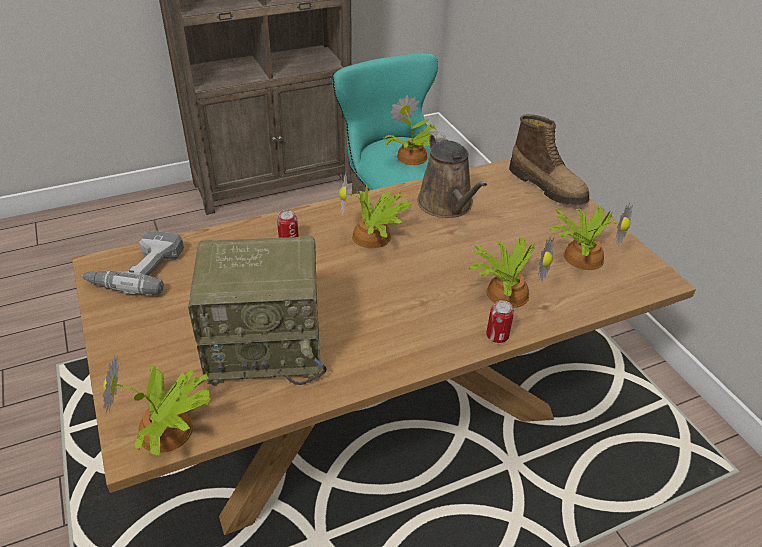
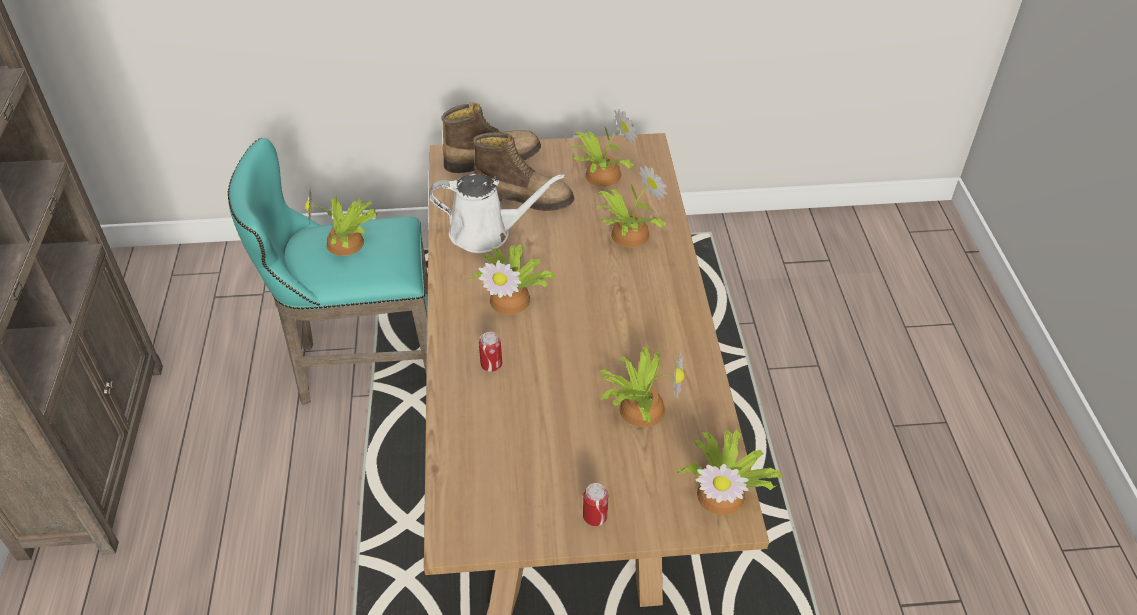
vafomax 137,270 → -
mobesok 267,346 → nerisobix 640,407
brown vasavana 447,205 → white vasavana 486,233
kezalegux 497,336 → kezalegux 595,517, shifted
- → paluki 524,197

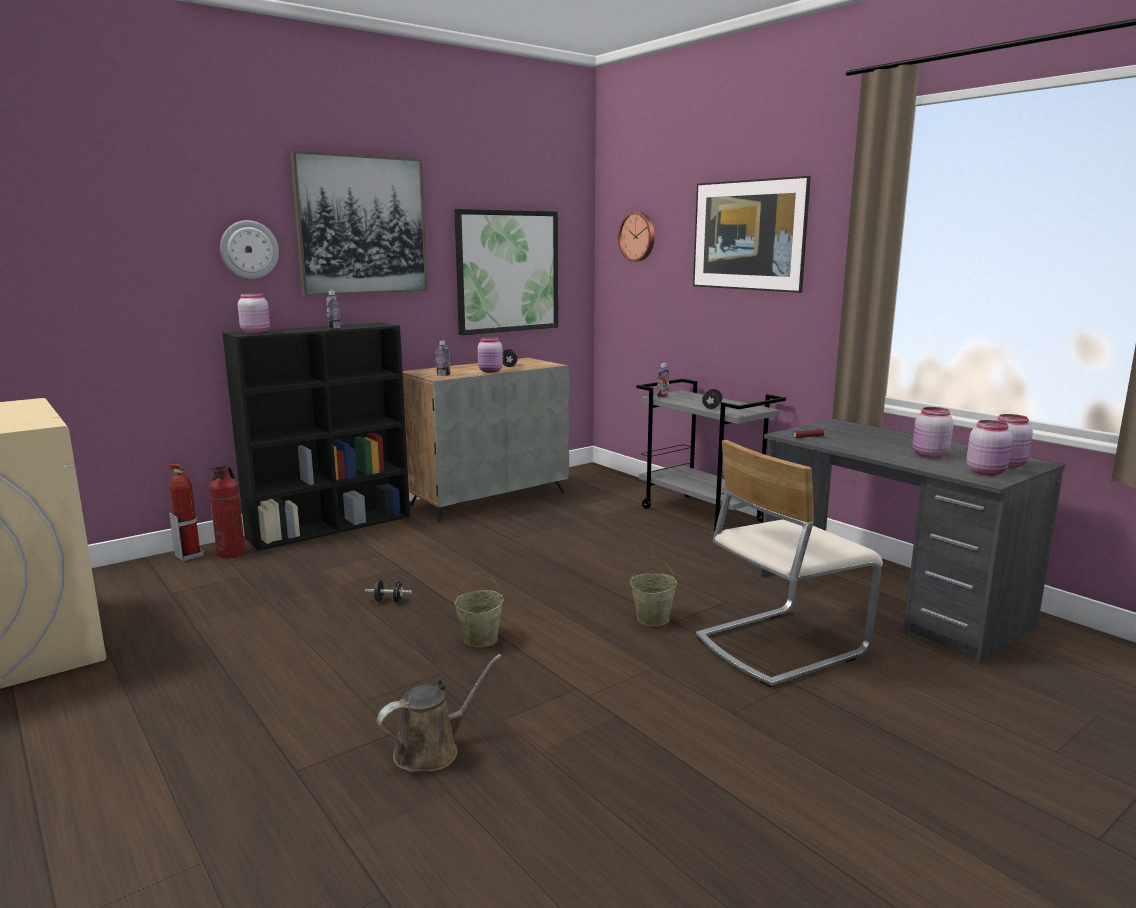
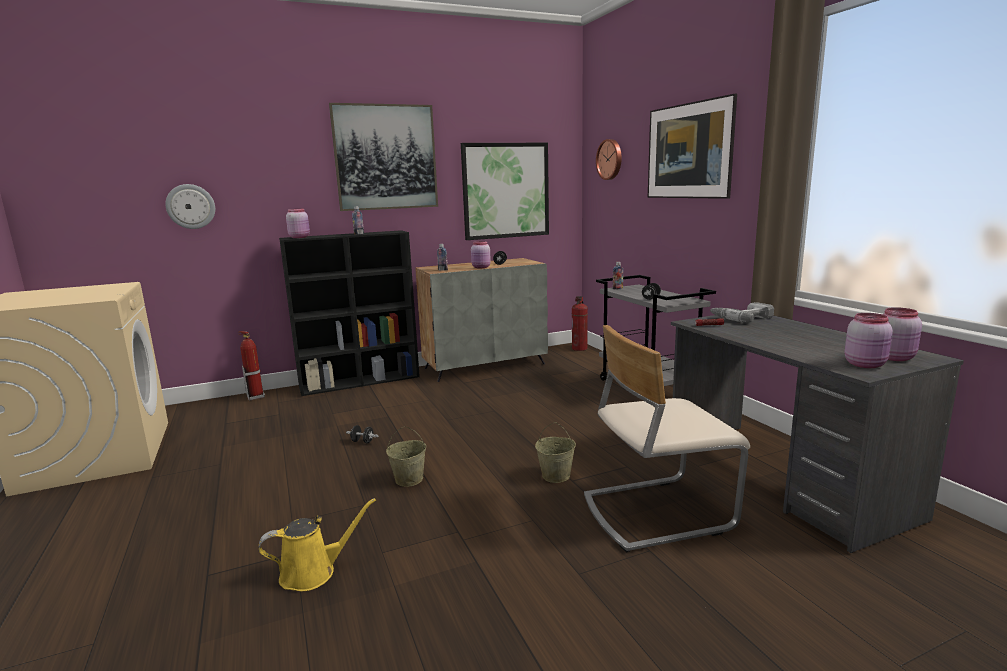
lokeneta 231,553 → lokeneta 579,349, shifted
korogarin 249,249 → korogarin 190,206, shifted
brown vasavana 432,750 → yellow vasavana 313,572
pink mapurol 929,455 → -
- → vafomax 741,318

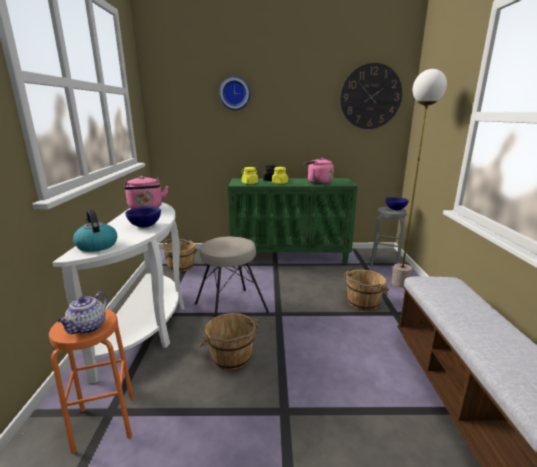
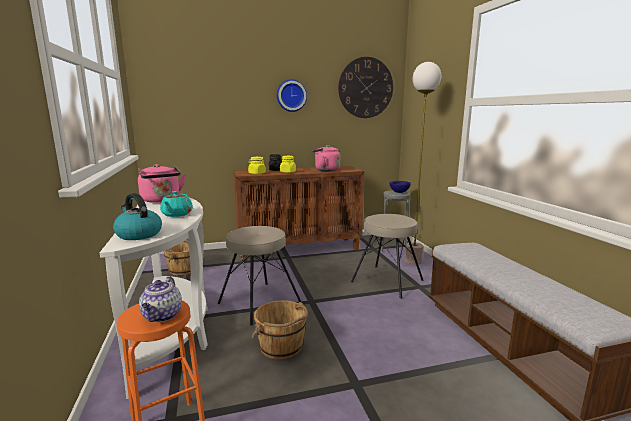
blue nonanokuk 145,226 → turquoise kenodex 176,214
korogarin 235,93 → korogarin 291,95, shifted
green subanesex 290,256 → brown subanesex 299,249
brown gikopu 362,302 → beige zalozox 387,281

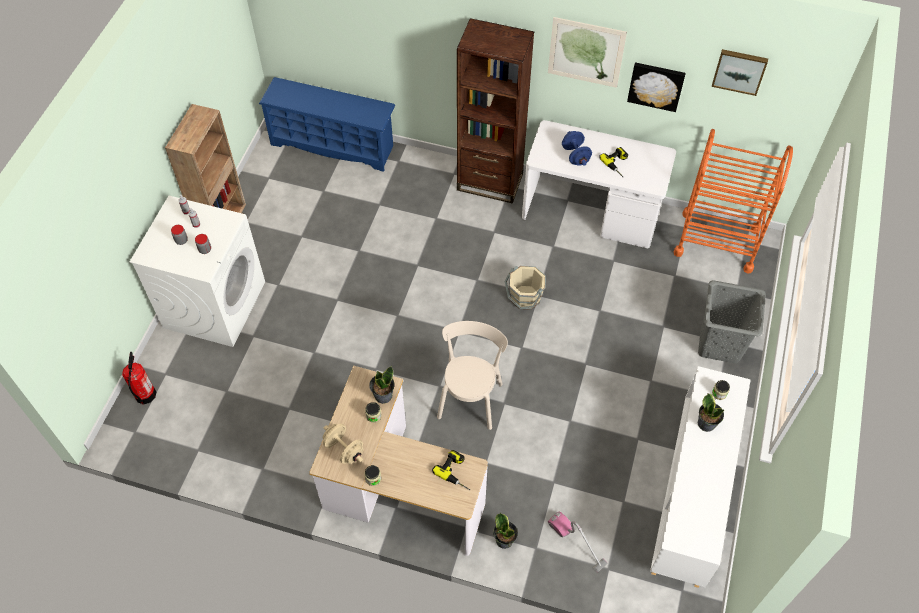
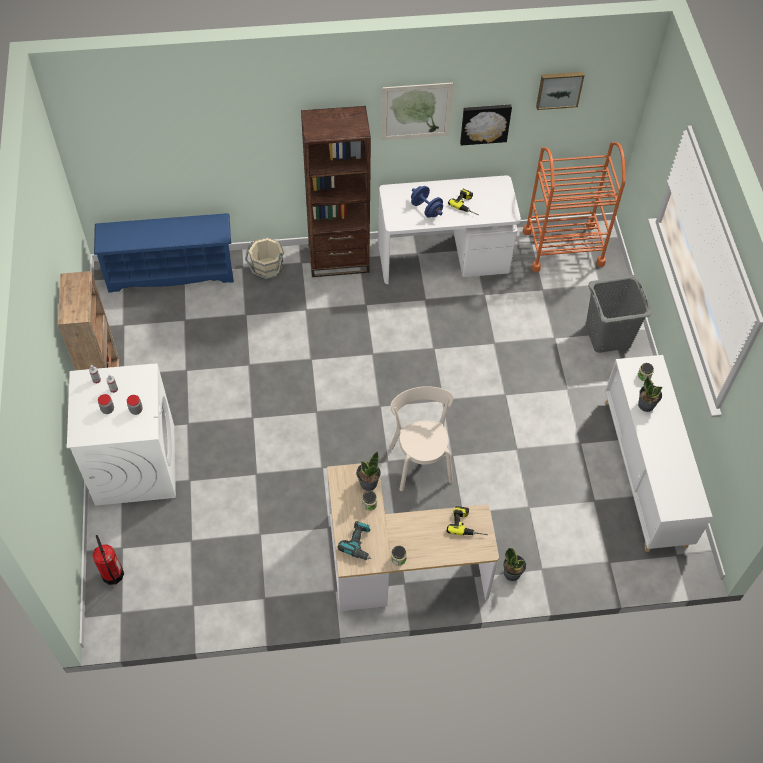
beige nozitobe 344,449 → vafomax 359,543
beige gikopu 525,297 → beige gikopu 267,269, shifted
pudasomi 577,543 → -

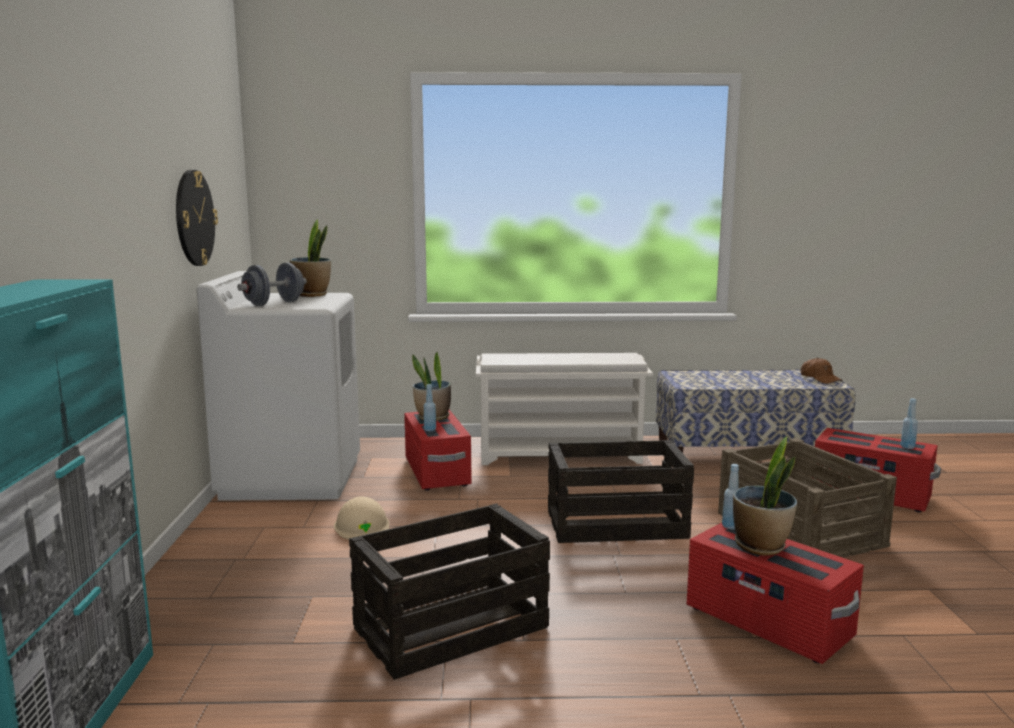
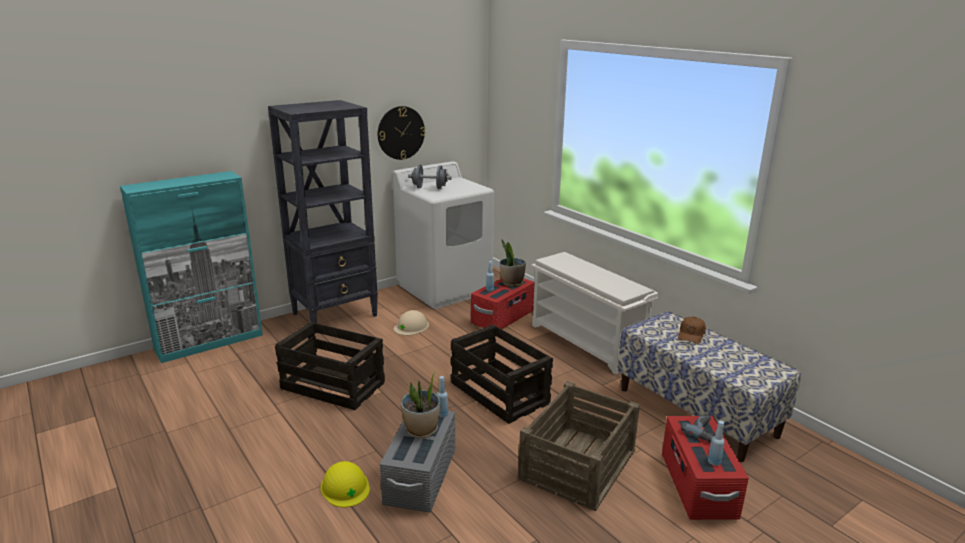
nerisobix 312,294 → -
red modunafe 768,623 → grey modunafe 420,478
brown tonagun 820,379 → brown tonagun 691,335, shifted
- → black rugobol 336,315
- → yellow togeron 345,487
- → vafomax 704,431

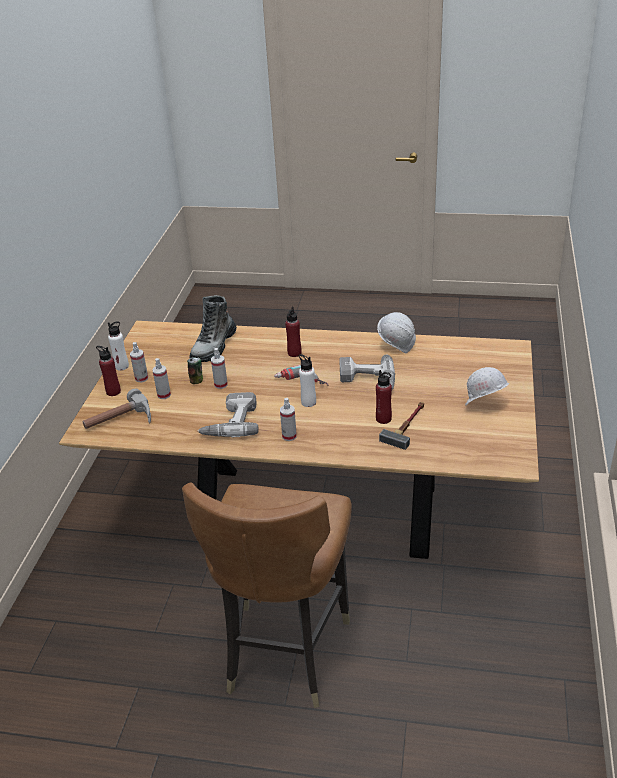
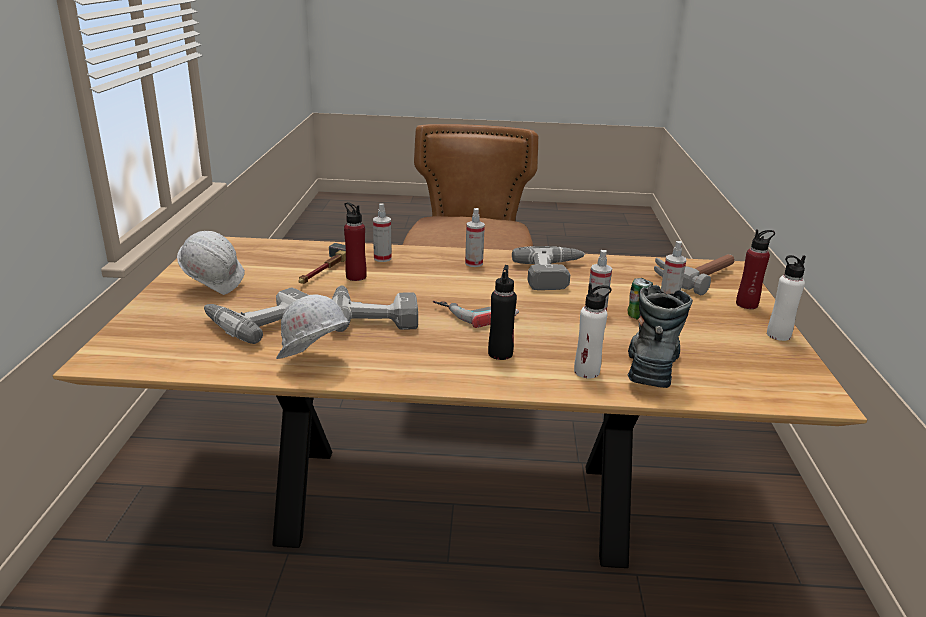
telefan 141,378 → telefan 382,258, shifted
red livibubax 294,353 → black livibubax 500,353
white livibubax 308,402 → white livibubax 587,371, shifted
- → vafomax 260,321

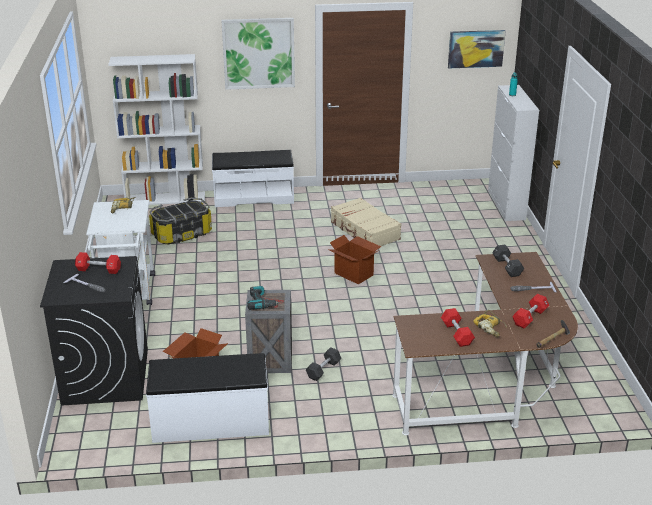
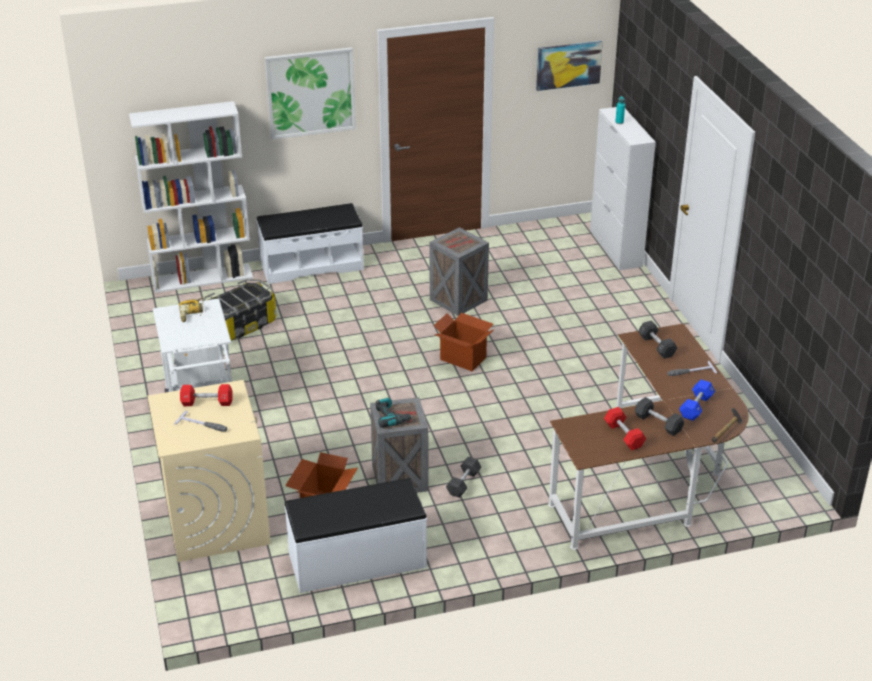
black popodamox 105,376 → beige popodamox 216,520
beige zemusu 364,231 → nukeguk 459,300
vafomax 491,327 → black nozitobe 658,423
red nozitobe 530,317 → blue nozitobe 696,407

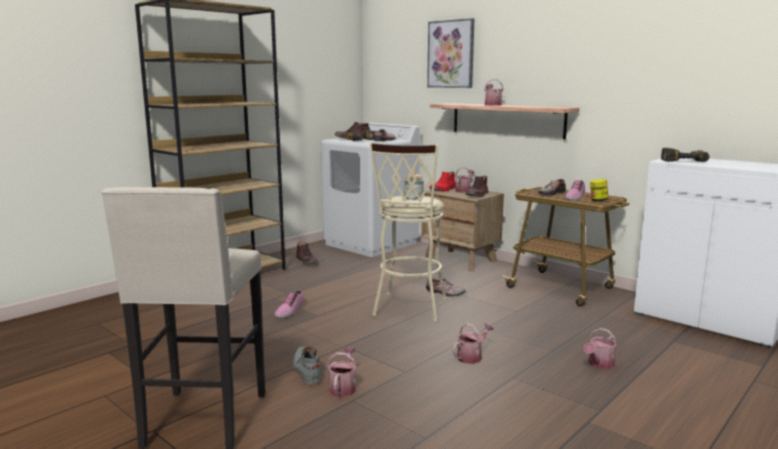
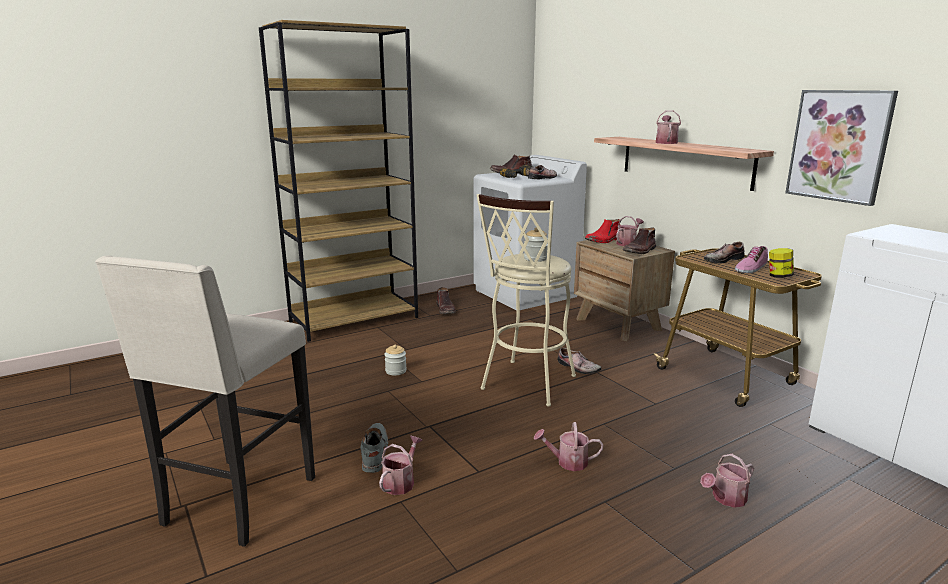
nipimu 289,310 → mapurol 396,371
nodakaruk 451,54 → nodakaruk 839,146, shifted
vasavana 472,356 → vasavana 567,462, 150 degrees counterclockwise
vafomax 682,160 → -

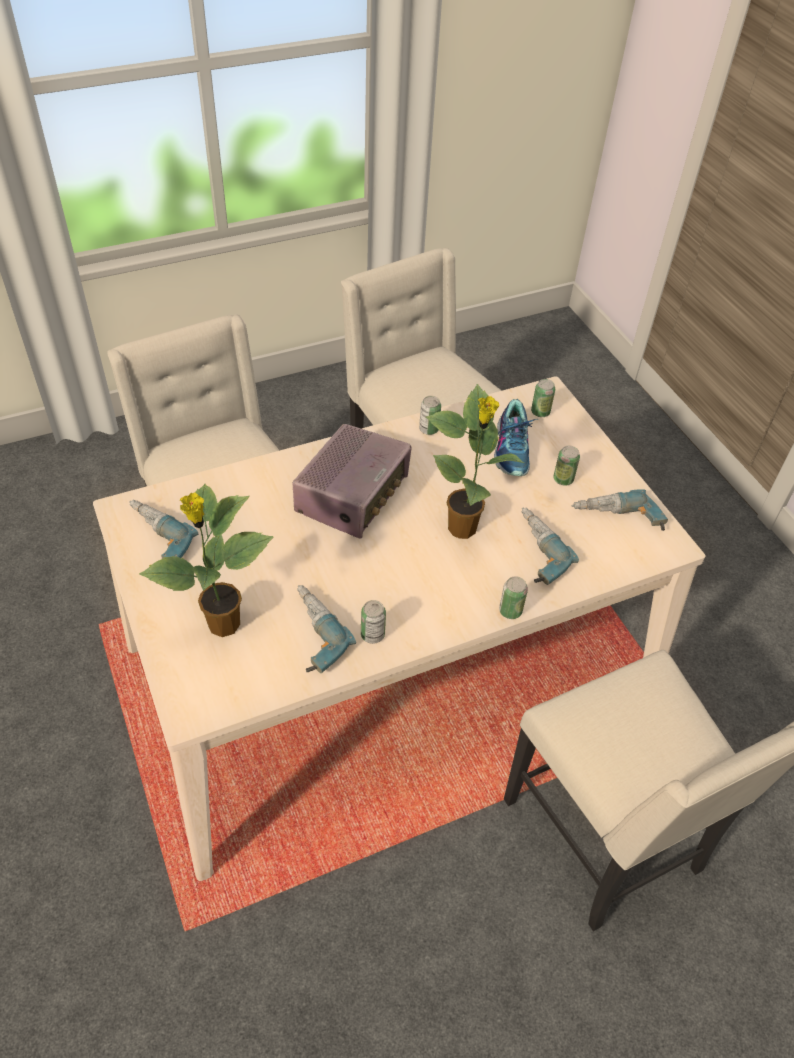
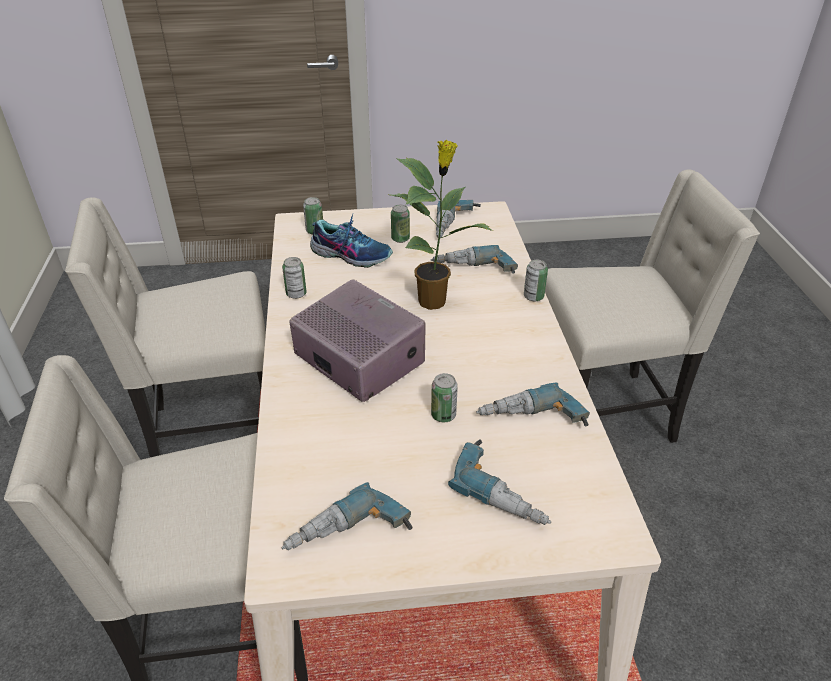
nerisobix 222,625 → vafomax 504,490
kezalegux 372,635 → kezalegux 443,415, shifted

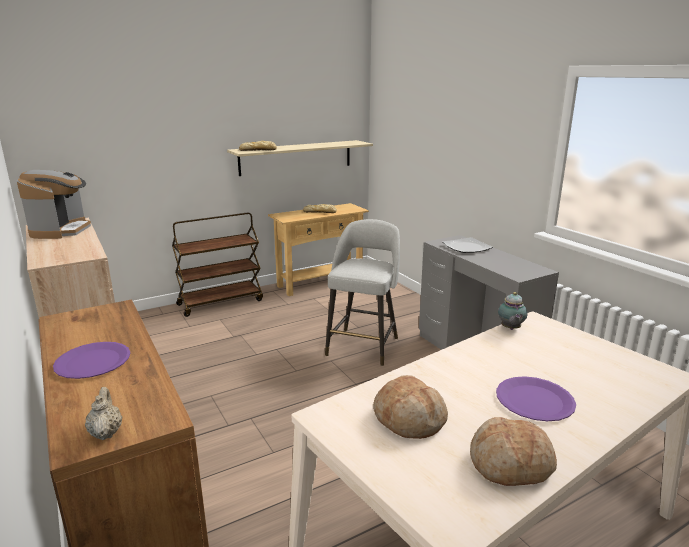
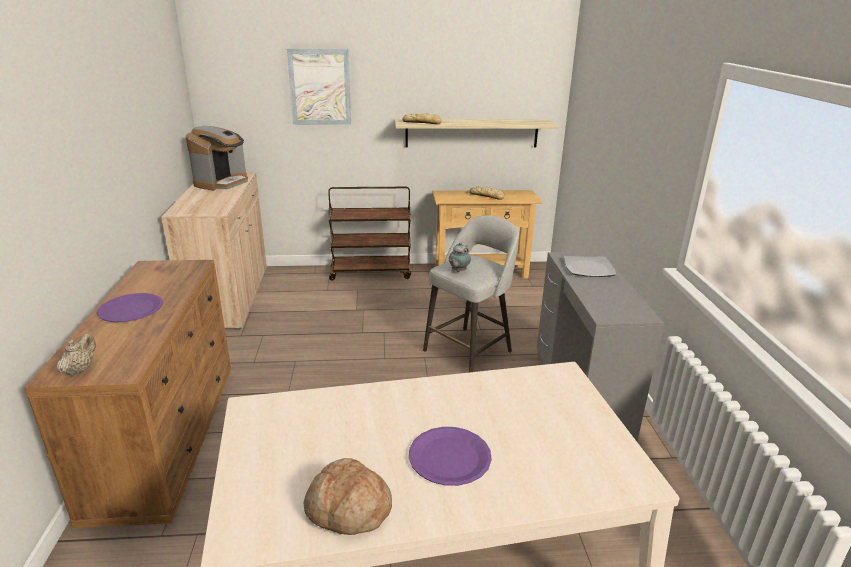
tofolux 409,419 → -
kenodex 510,329 → kenodex 458,271, shifted
- → nodakaruk 320,87

